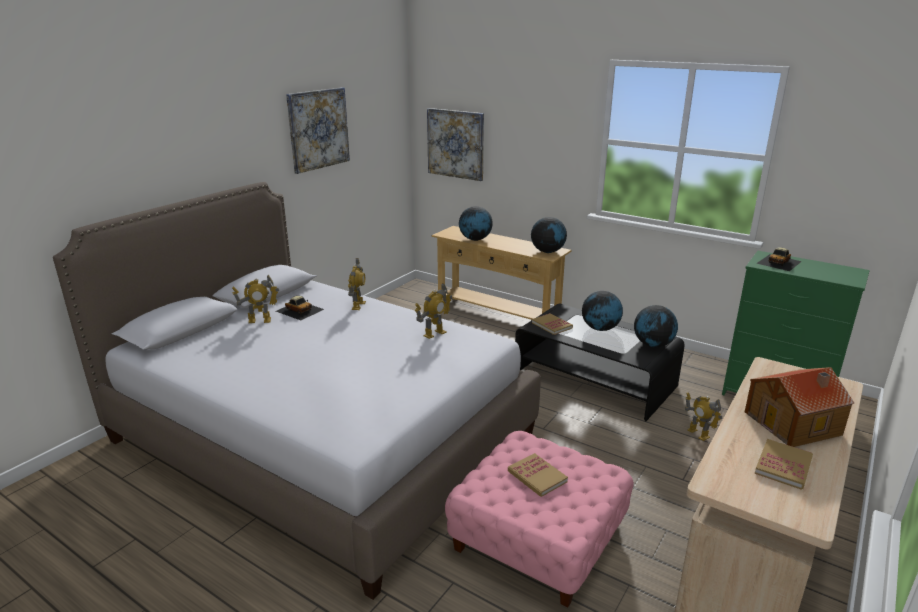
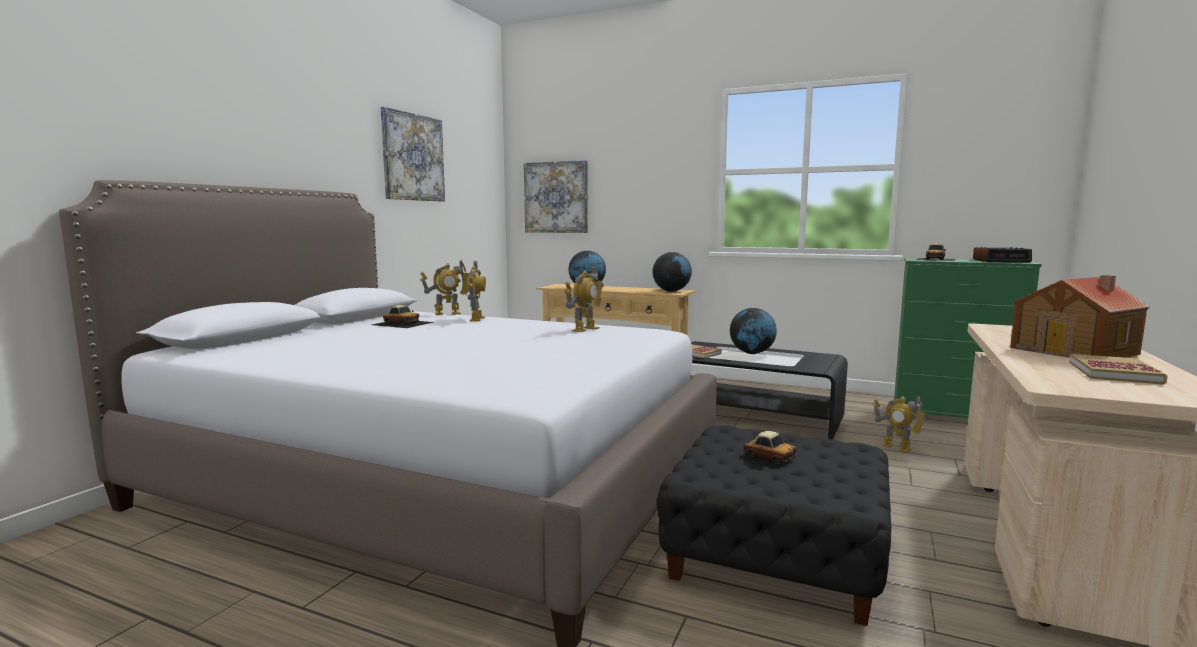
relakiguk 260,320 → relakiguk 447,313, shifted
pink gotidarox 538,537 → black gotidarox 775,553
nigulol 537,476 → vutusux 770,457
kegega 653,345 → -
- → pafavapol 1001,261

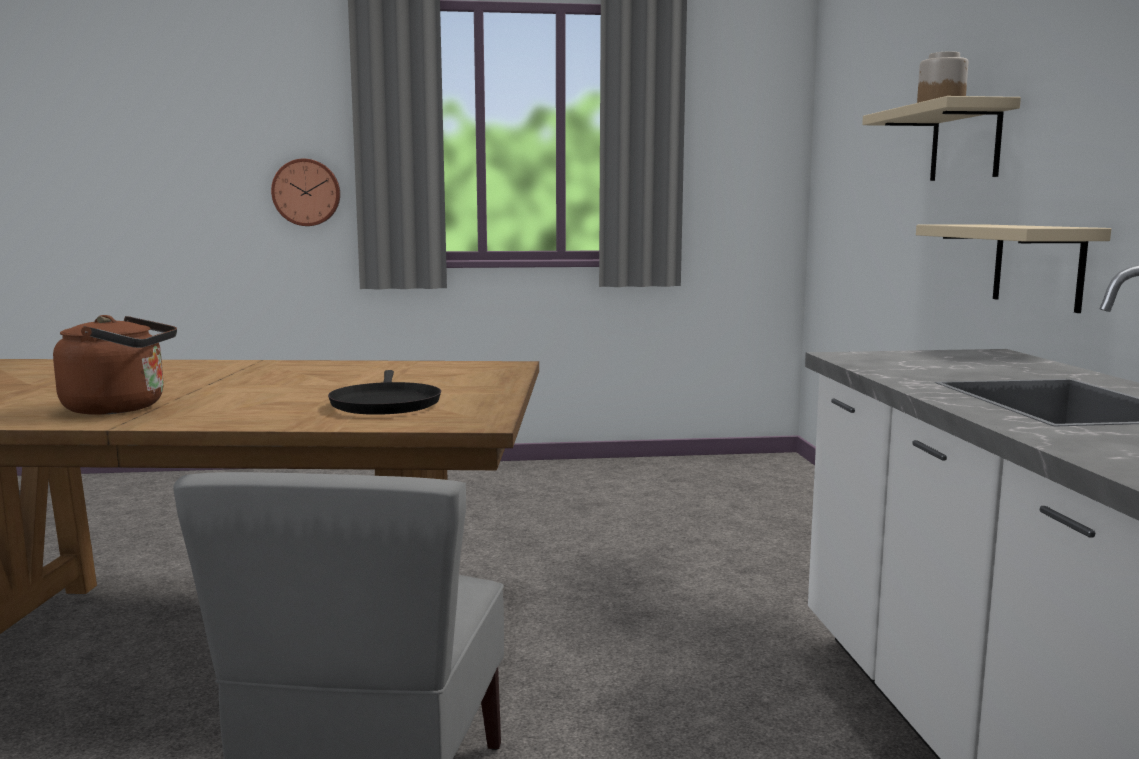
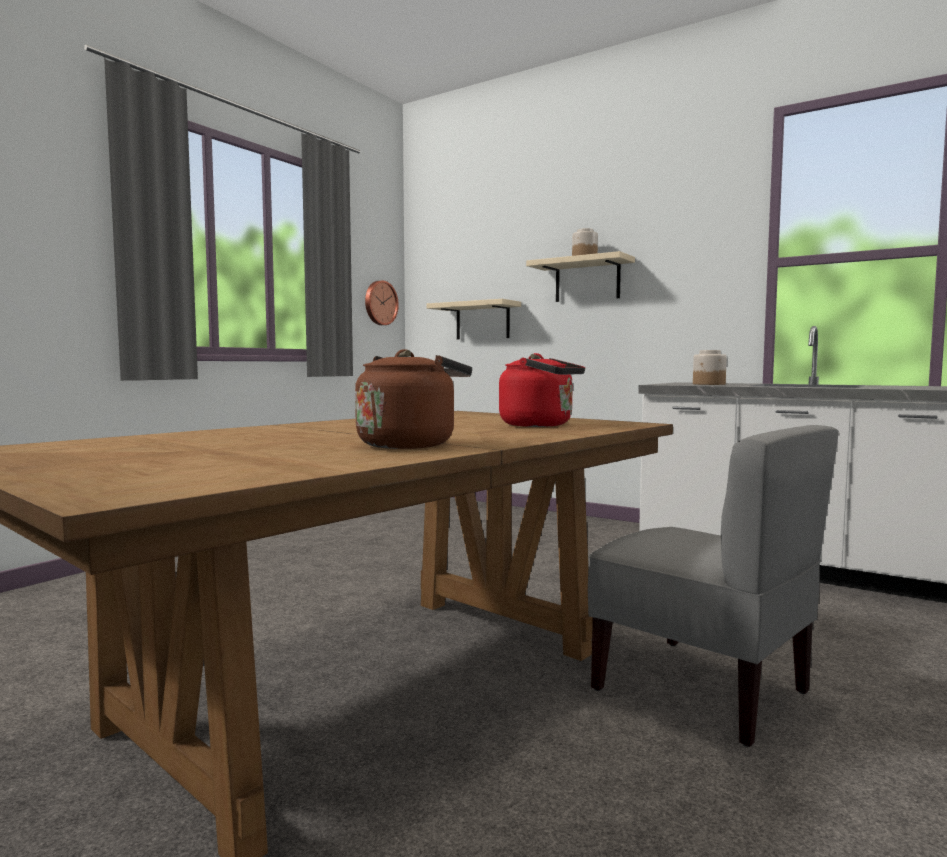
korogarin 306,192 → korogarin 380,303, shifted
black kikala 385,404 → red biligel 541,425
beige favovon 1038,266 → beige favovon 482,321, shifted
- → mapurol 709,384

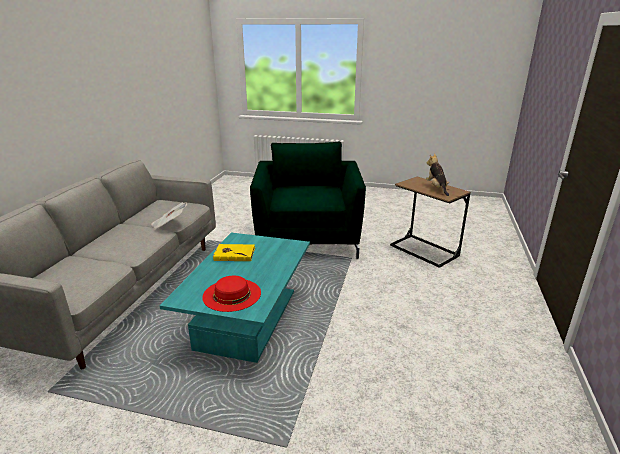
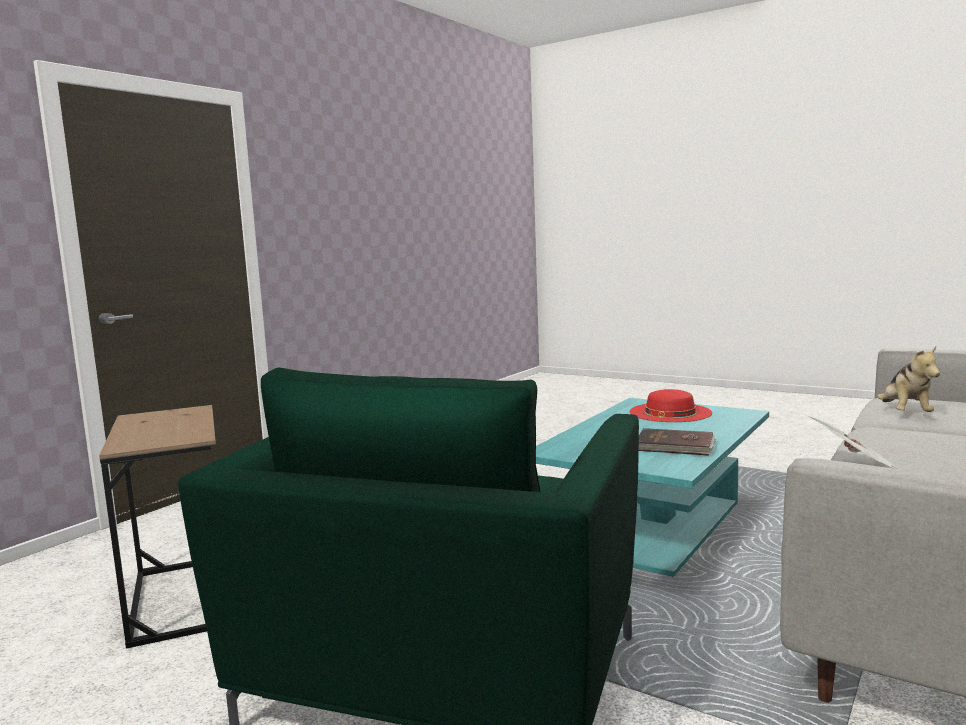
yellow nigulol 234,254 → brown nigulol 675,446
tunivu 436,188 → tunivu 905,413, shifted

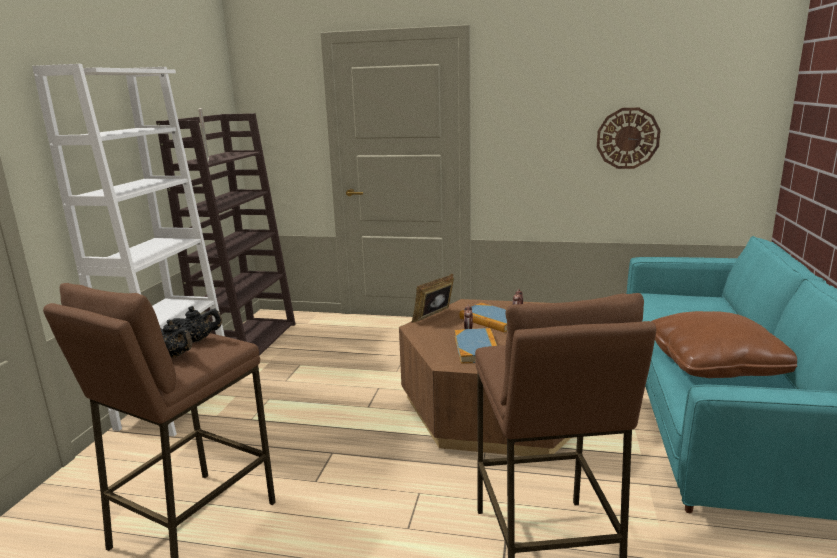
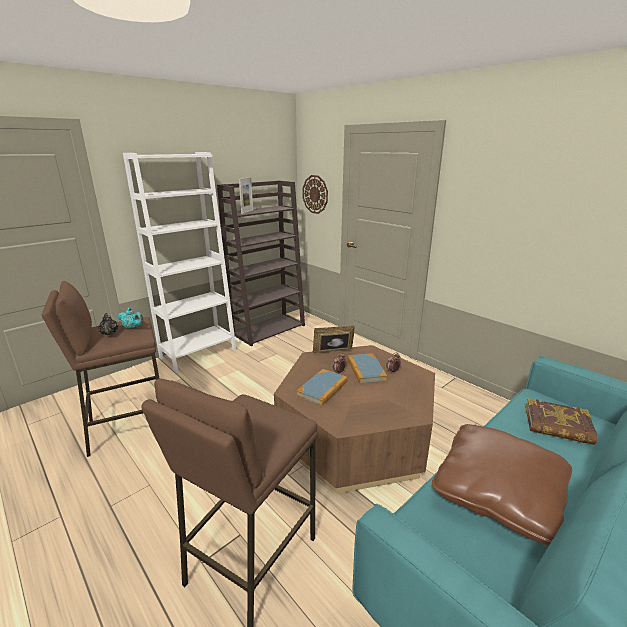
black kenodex 197,340 → turquoise kenodex 133,328
korogarin 627,138 → korogarin 315,194, shifted
- → nigulol 557,426

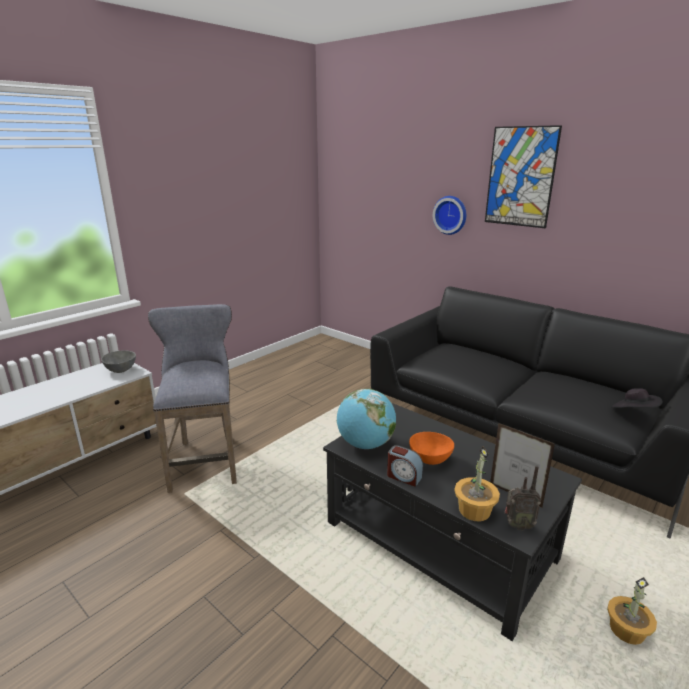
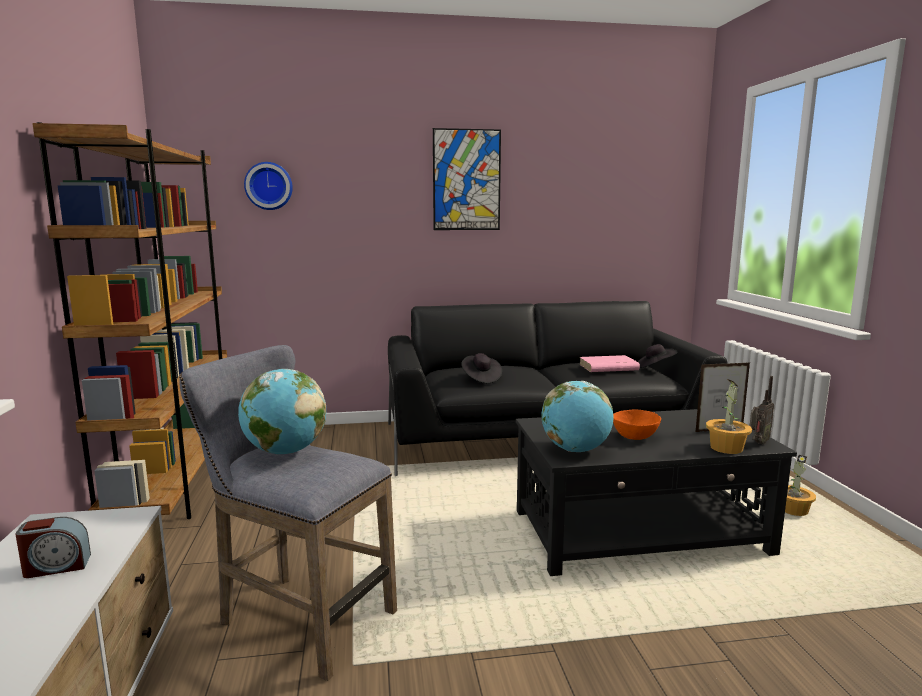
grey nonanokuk 121,369 → -
pafavapol 403,476 → pafavapol 57,566, shifted
korogarin 451,215 → korogarin 269,186, shifted
- → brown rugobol 177,481
- → kegega 285,452
- → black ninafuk 481,378
- → pink nigulol 608,367

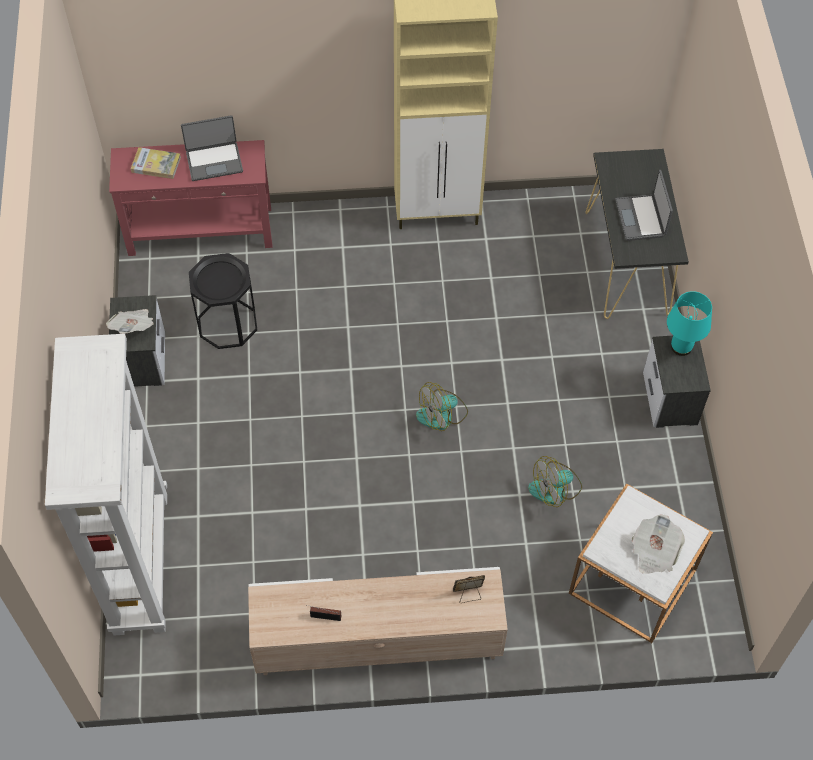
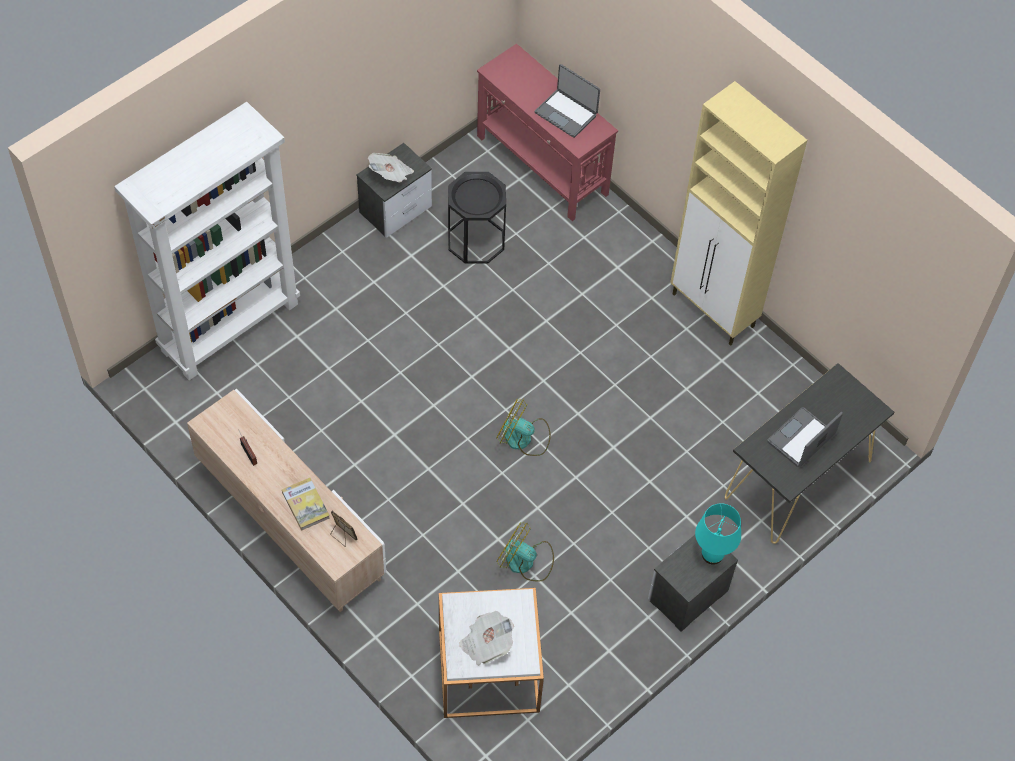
nigulol 156,165 → nigulol 305,505, shifted

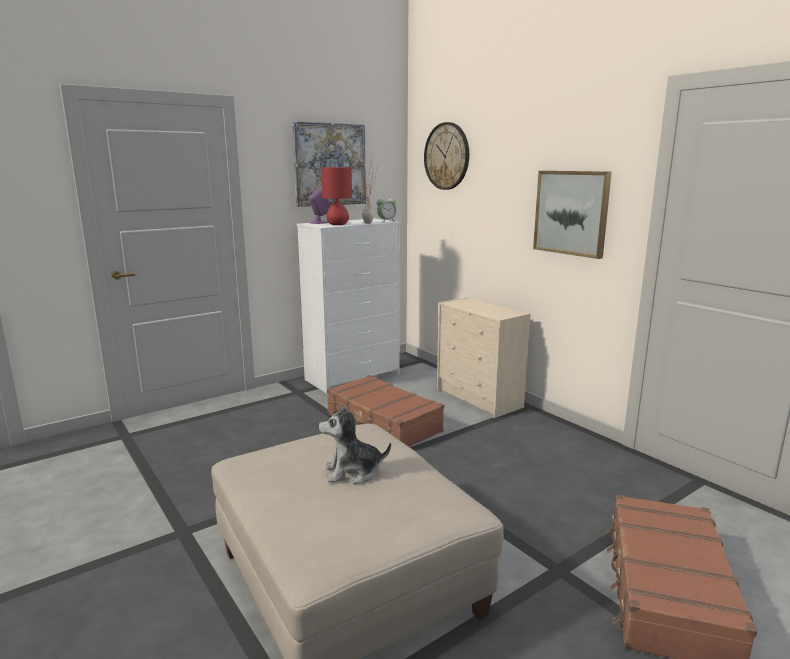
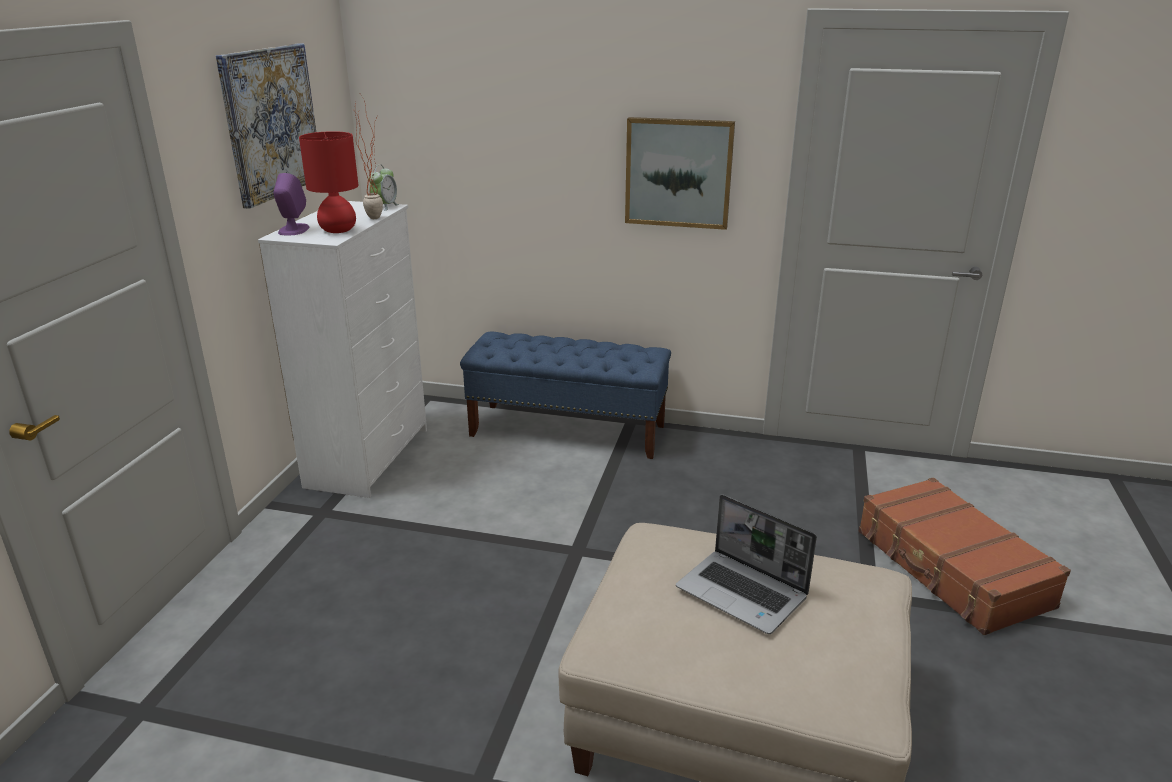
tunivu 353,472 → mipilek 743,593
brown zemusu 383,423 → -
korogarin 447,156 → -
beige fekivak 479,399 → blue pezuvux 568,430

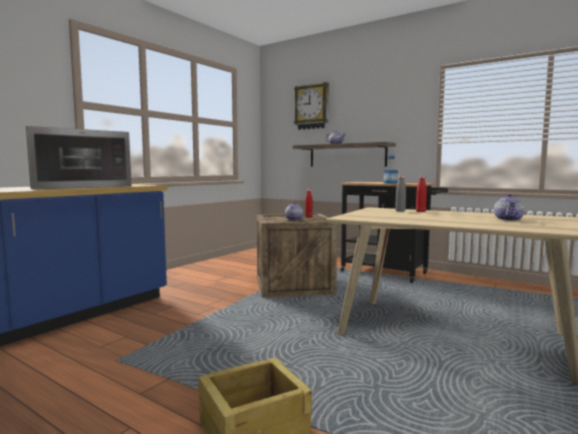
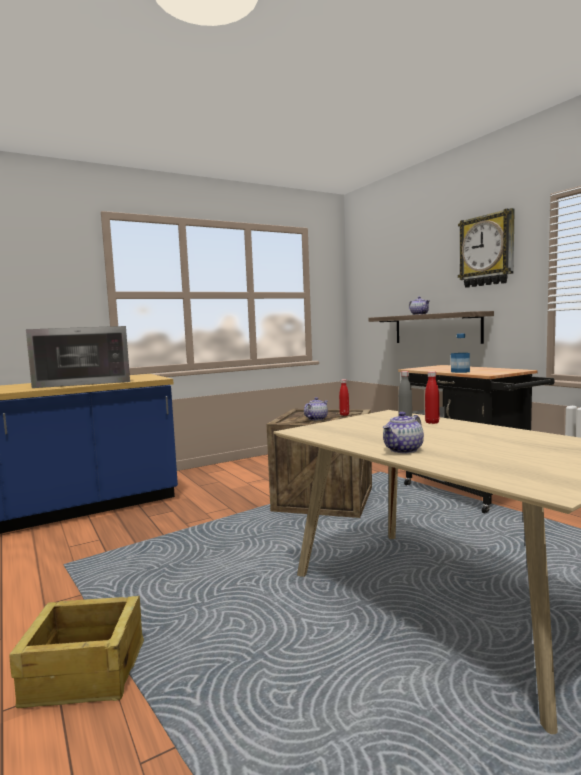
korogarin 312,107 → korogarin 487,250, shifted
kenodex 508,219 → kenodex 403,450, shifted

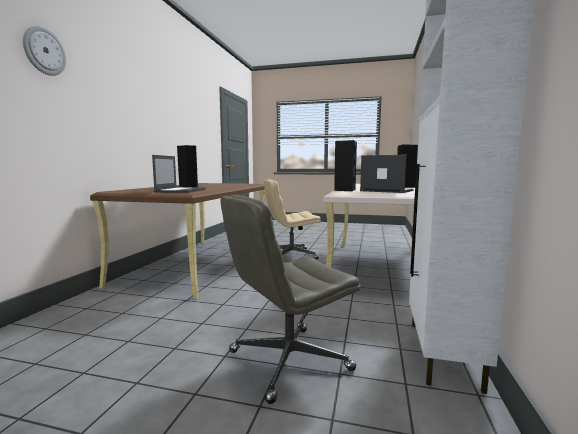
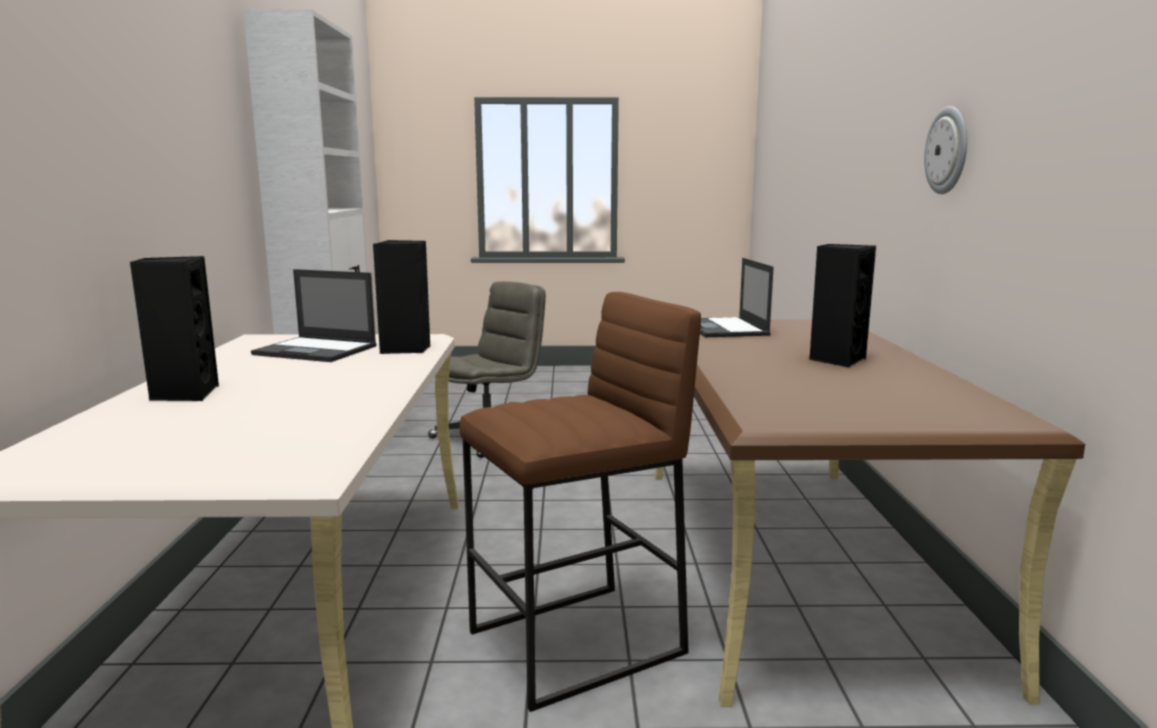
korogarin 44,51 → korogarin 948,150, shifted
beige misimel 291,255 → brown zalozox 577,643

